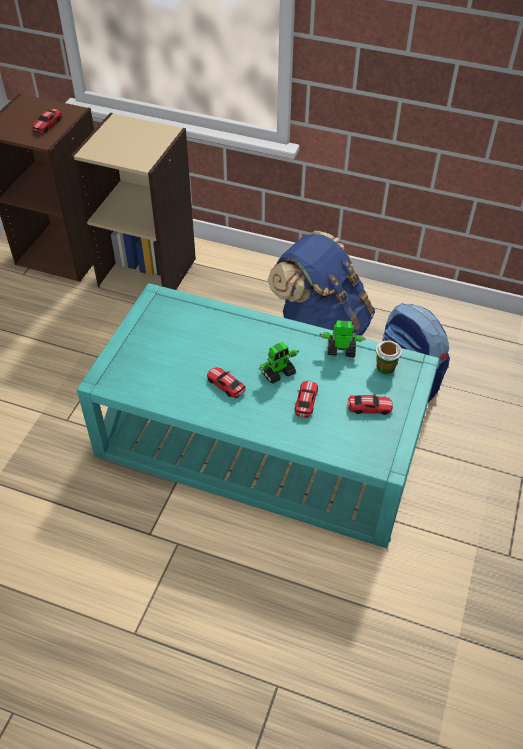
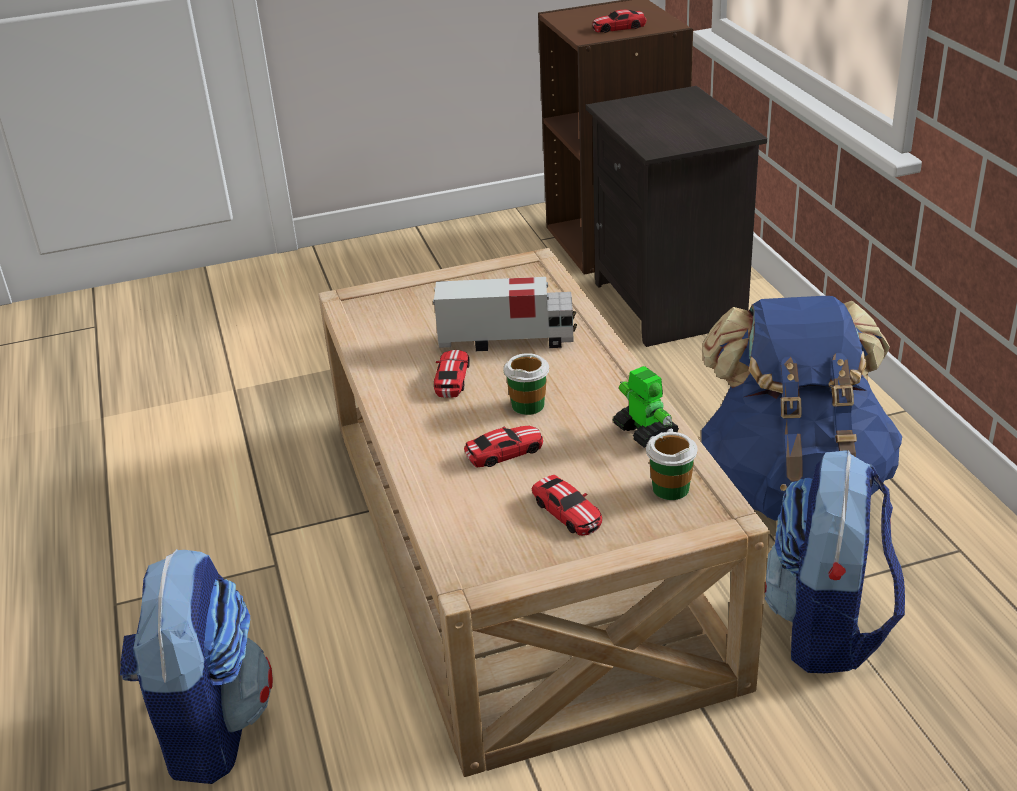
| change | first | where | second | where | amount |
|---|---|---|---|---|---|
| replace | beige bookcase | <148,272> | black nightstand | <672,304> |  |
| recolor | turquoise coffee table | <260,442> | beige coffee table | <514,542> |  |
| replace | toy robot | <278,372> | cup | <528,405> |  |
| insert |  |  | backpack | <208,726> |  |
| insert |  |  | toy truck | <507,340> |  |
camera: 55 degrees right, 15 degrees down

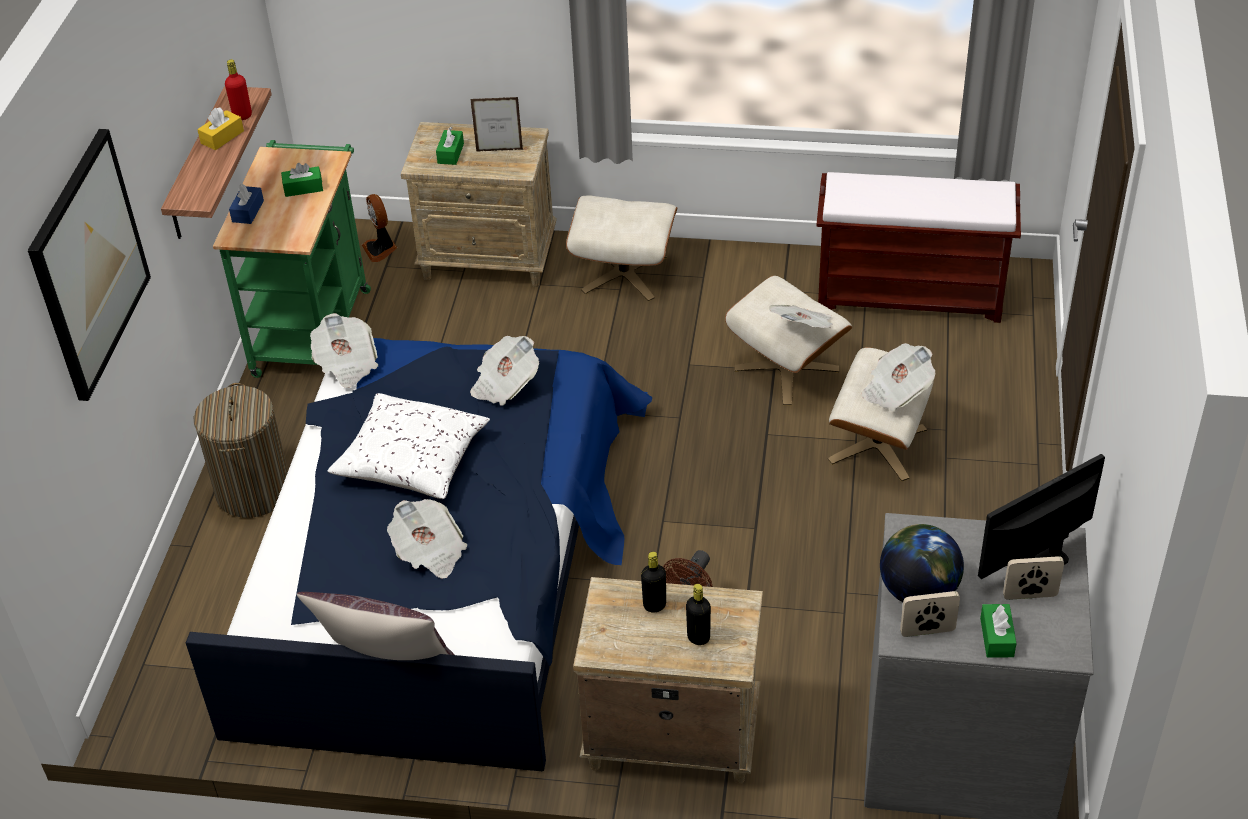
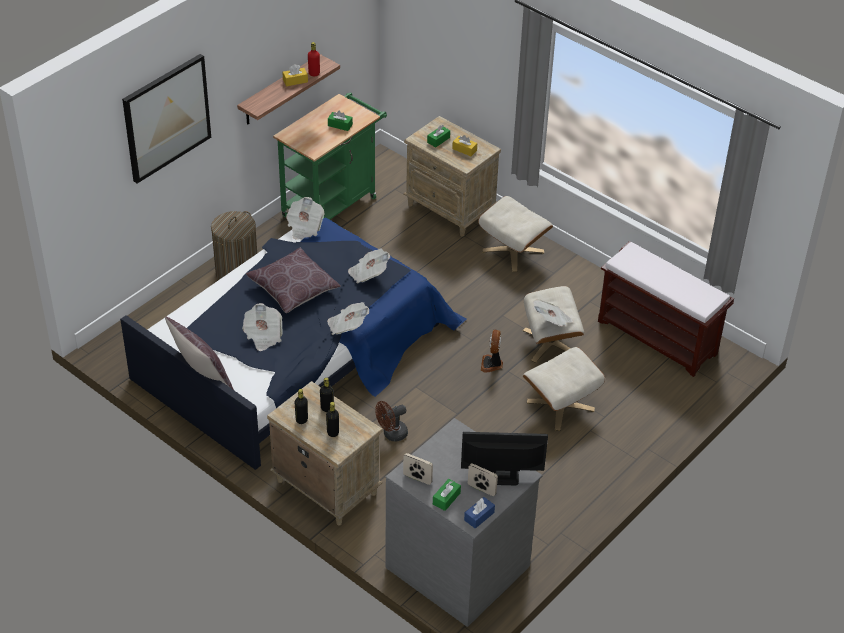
| change | first | where | second | where | amount |
|---|---|---|---|---|---|
| move | blue tissue box | <248,211> |  | <479,516> |  |
| recolor | white pillow | <412,460> | brown pillow | <293,289> |  |
| move | fan | <381,249> |  | <492,364> |  |
| replace | picture frame | <499,150> | yellow tissue box | <464,149> |  |
| move | newspaper | <896,391> |  | <347,326> |  |
| delete | globe | <918,591> |  |  |  |
| insert |  |  | black bottle | <301,420> |  |
camera: 30 degrees right, 0 degrees up

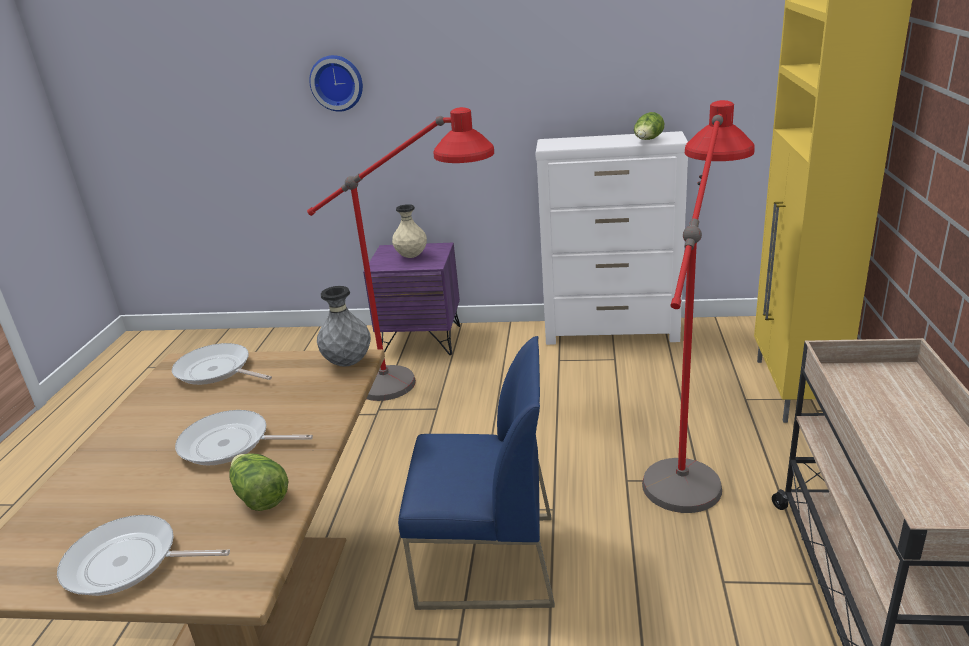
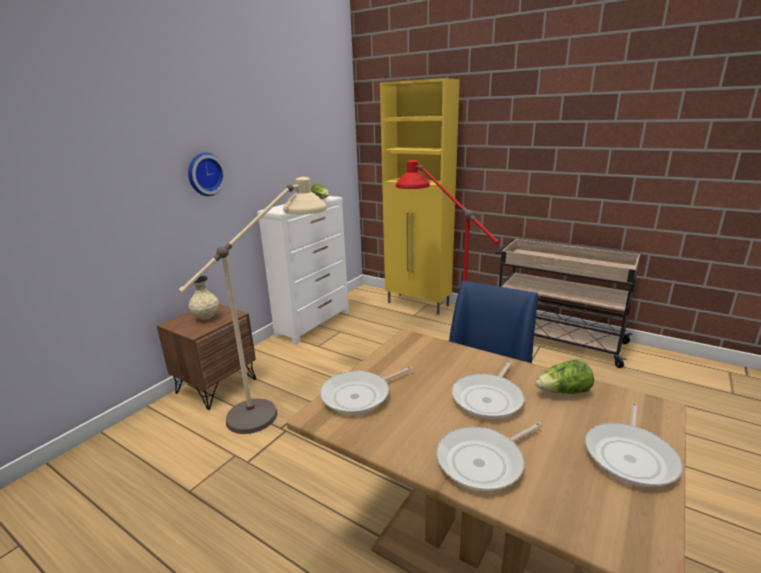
| change | first | where | second | where | amount |
|---|---|---|---|---|---|
| recolor | red floor lamp | <425,388> | beige floor lamp | <281,400> |  |
| move | wall clock | <337,82> |  | <204,174> |  |
| delete | grey vase | <348,363> |  |  |  |
| recolor | purple nightstand | <421,340> | brown nightstand | <216,386> |  |
| insert |  |  | frying pan | <484,461> |  |
camera: 65 degrees left, 5 degrees down

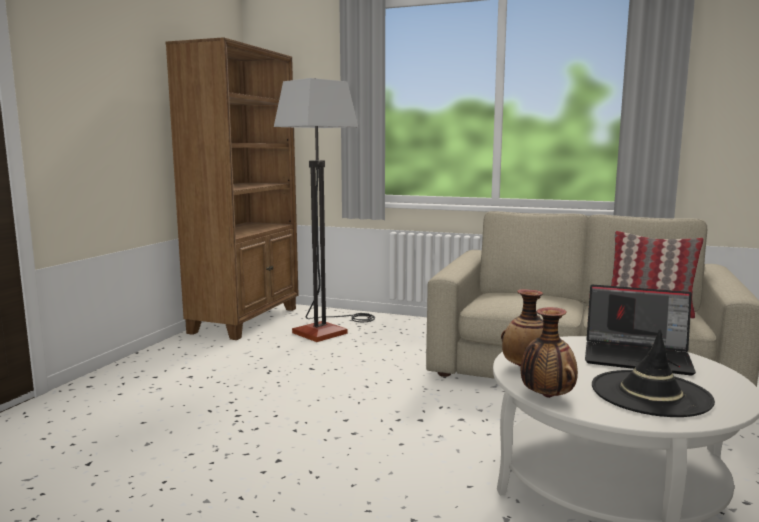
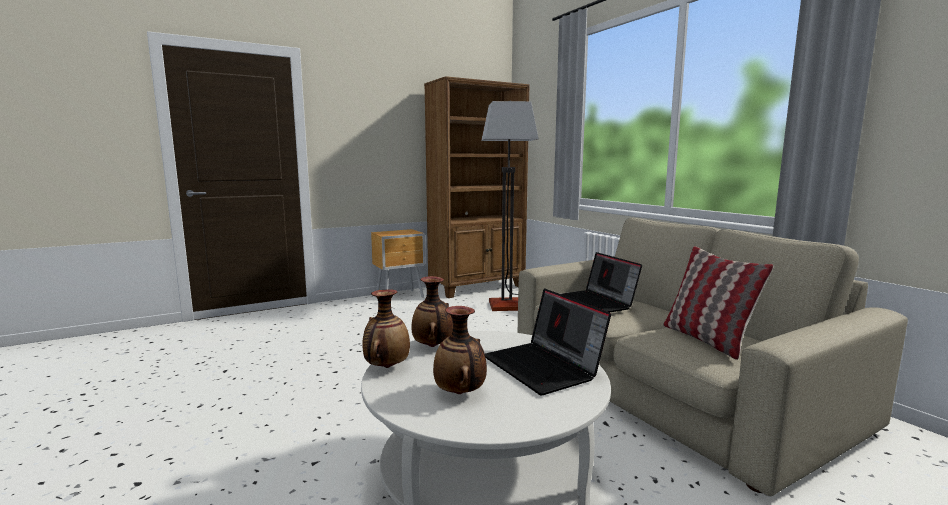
| change | first | where | second | where | amount |
|---|---|---|---|---|---|
| replace | black hat | <650,393> | vase | <460,393> |  |
| insert |  |  | brown nightstand | <401,297> |  |
| insert |  |  | laptop | <596,303> |  |
camera: 40 degrees right, 0 degrees up

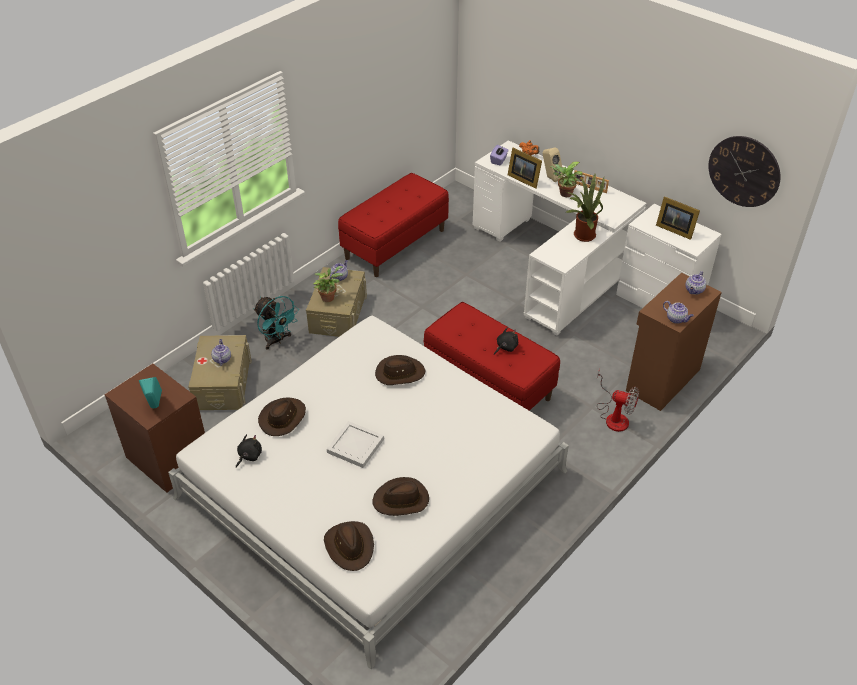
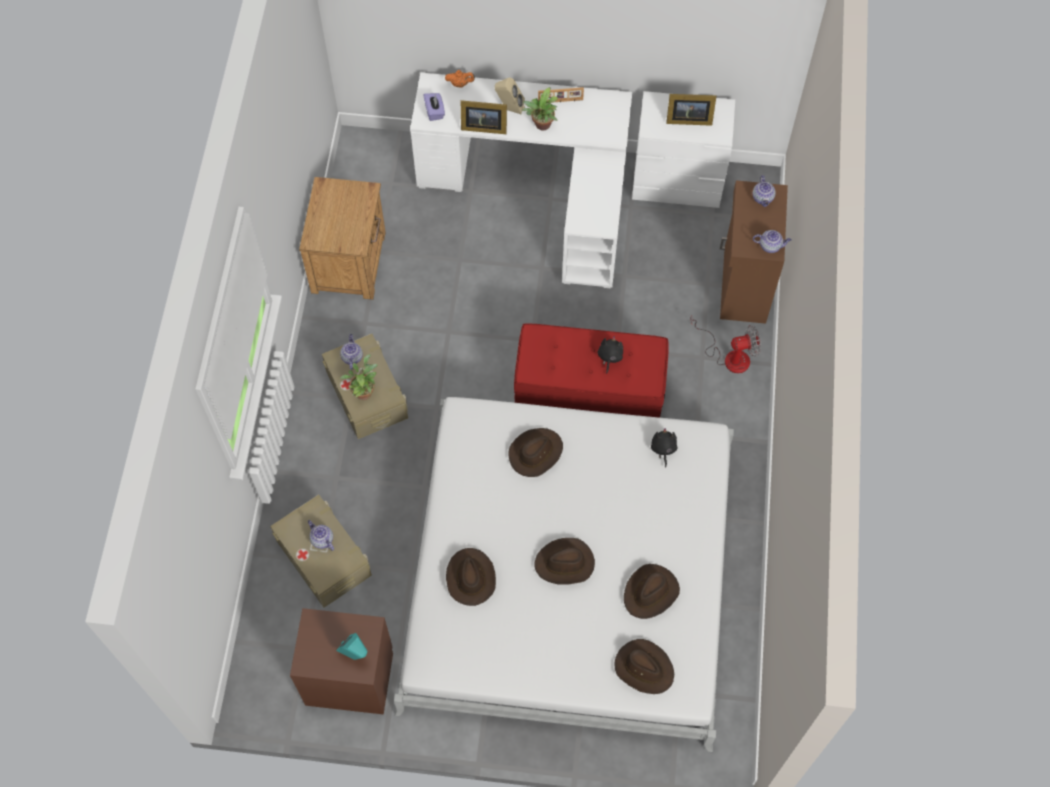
| change | first | where | second | where | amount |
|---|---|---|---|---|---|
| move | black plush toy | <249,456> |  | <663,449> |  |
| delete | turquoise fan | <277,340> |  |  |  |
| replace | white tray | <356,446> | brown hat | <565,563> |  |
| replace | red bench | <395,244> | brown nightstand | <350,261> |  |
| delete | potted plant | <582,235> |  |  |  |
| delete | wall clock | <744,171> |  |  |  |
camera: 35 degrees left, 20 degrees up

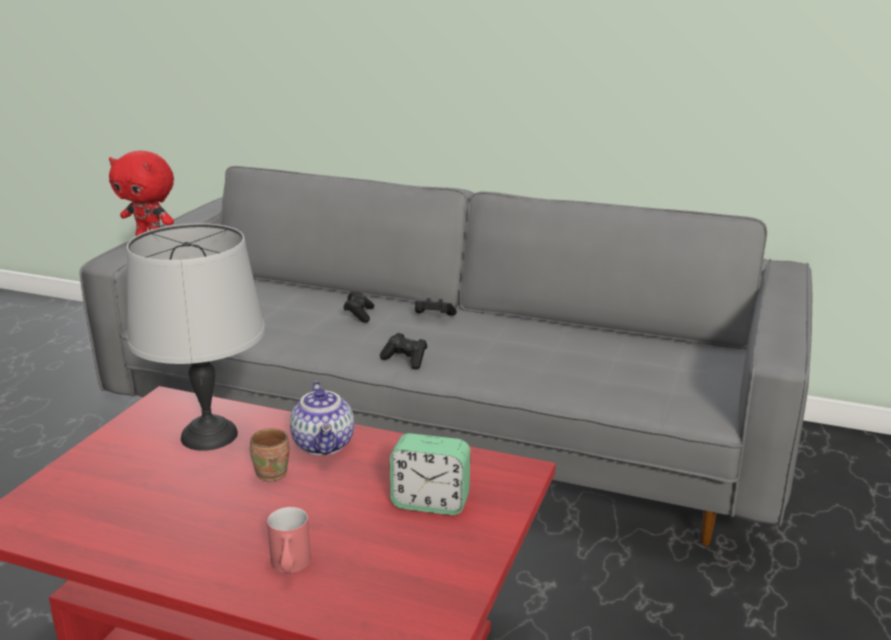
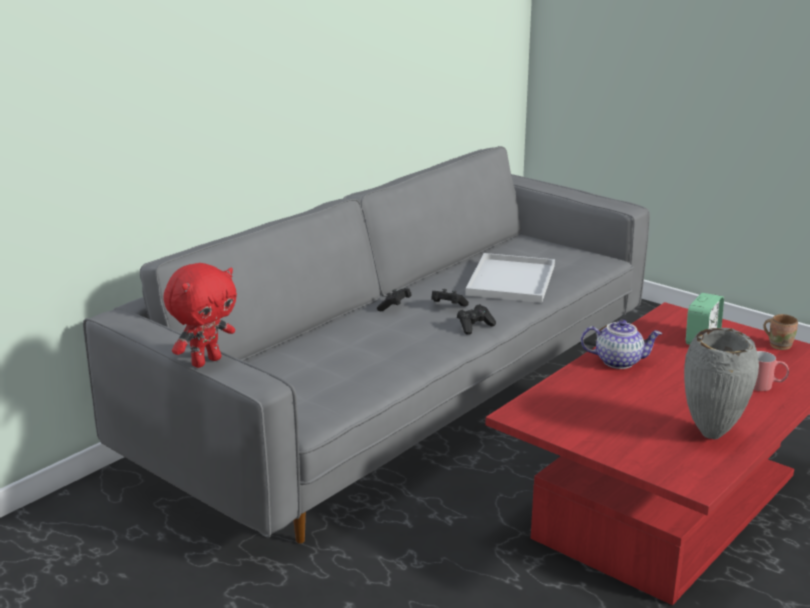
| change | first | where | second | where | amount |
|---|---|---|---|---|---|
| delete | grey table lamp | <208,436> |  |  |  |
| move | brown mug | <274,473> |  | <779,345> |  |
| move | black game controller | <359,314> |  | <447,306> |  |
| insert |  |  | white tray | <512,281> |  |
| insert |  |  | grey vase | <713,435> |  |
camera: 70 degrees left, 0 degrees up

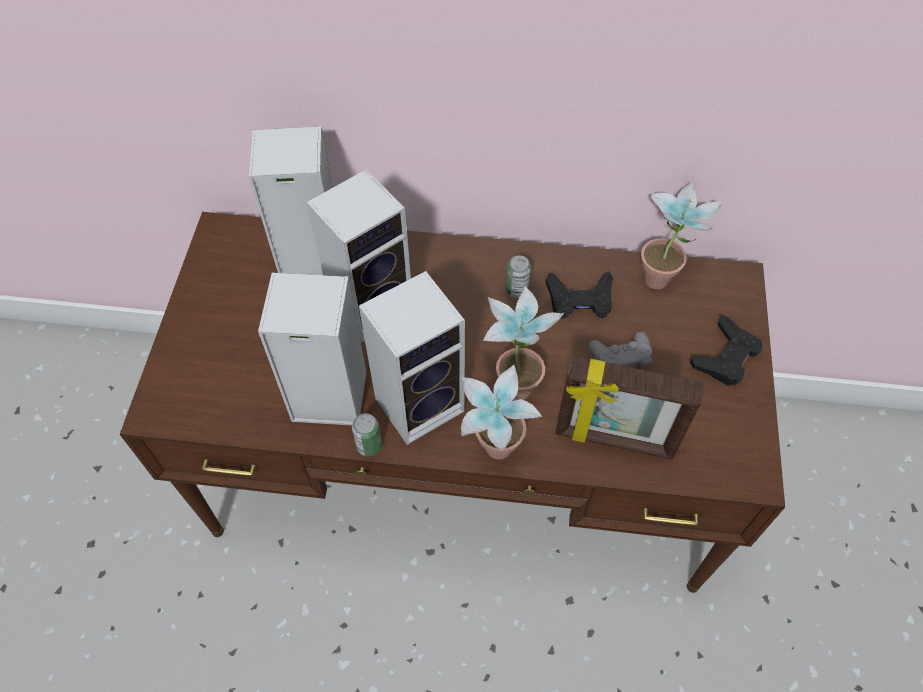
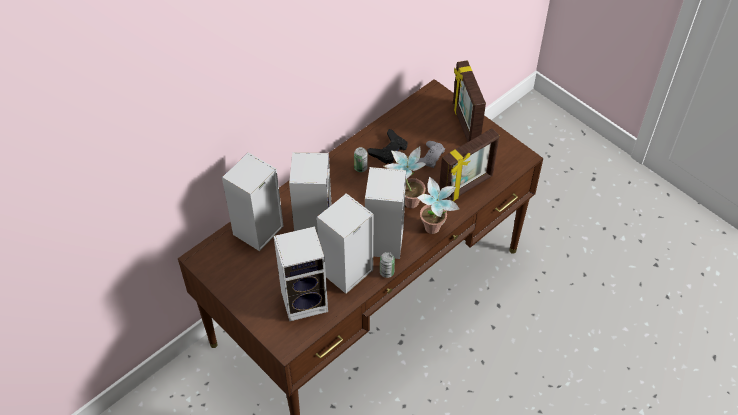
| change | first | where | second | where | amount |
|---|---|---|---|---|---|
| delete | potted plant | <663,275> |  |  |  |
| replace | black game controller | <726,356> | picture frame | <465,124> |  |
| insert |  |  | speaker | <306,300> |  |
camera: 50 degrees left, 5 degrees down

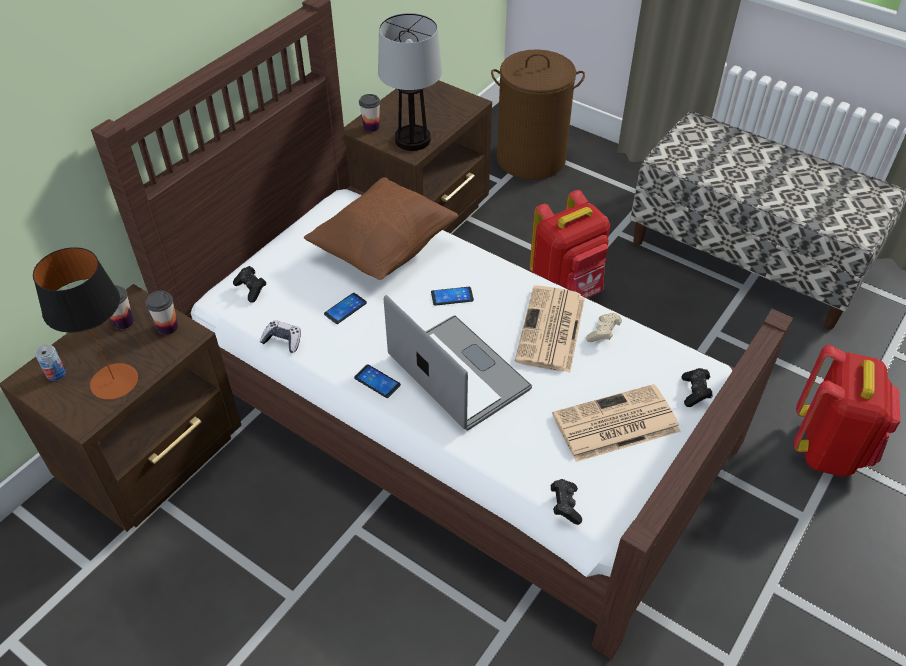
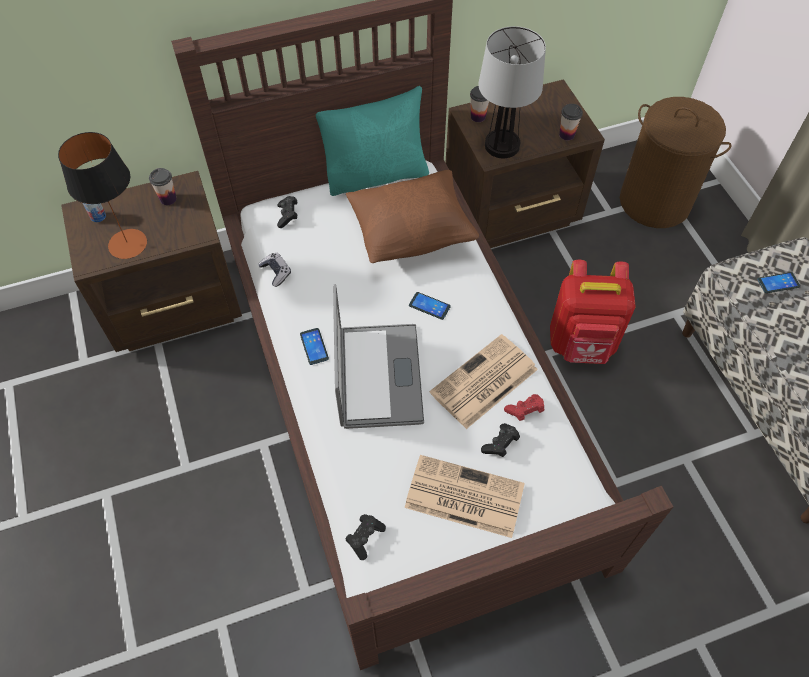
| change | first | where | second | where | amount |
|---|---|---|---|---|---|
| move | cup | <168,327> |  | <566,134> |  |
| move | phone | <345,308> |  | <778,283> |  |
| recolor | beige game controller | <603,333> | red game controller | <524,411> |  |
| move | black game controller | <695,392> |  | <500,444> |  |
| delete | red backpack | <829,449> |  |  |  |
| insert |  |  | turquoise pillow | <376,175> |  |
camera: 35 degrees right, 10 degrees up

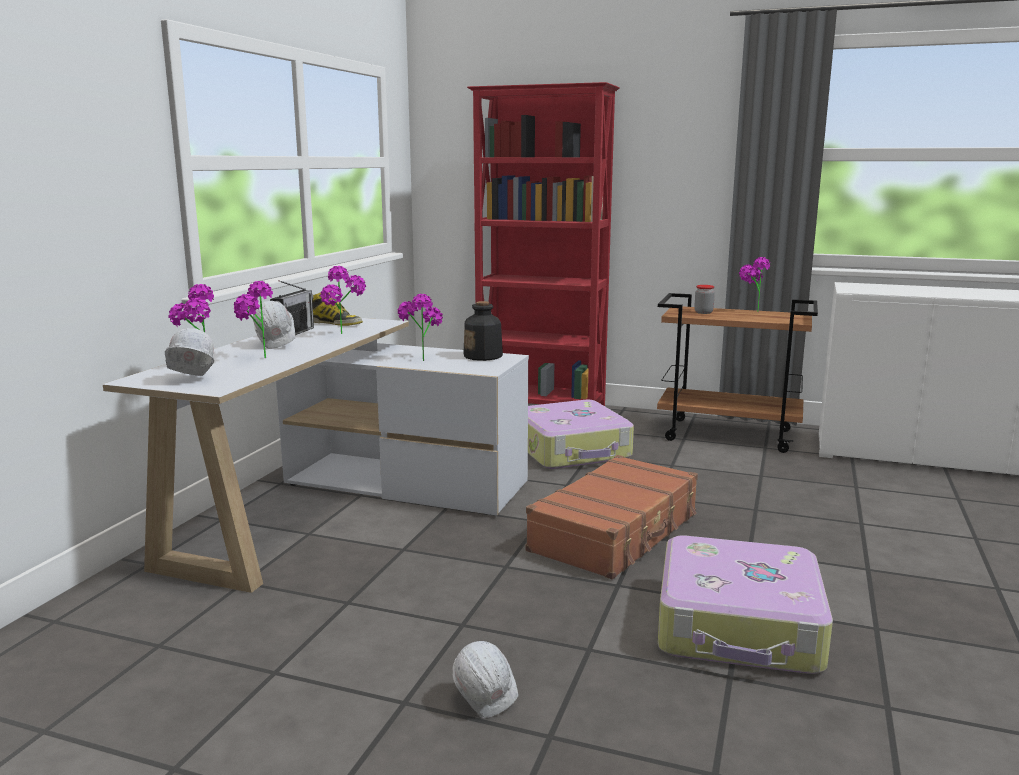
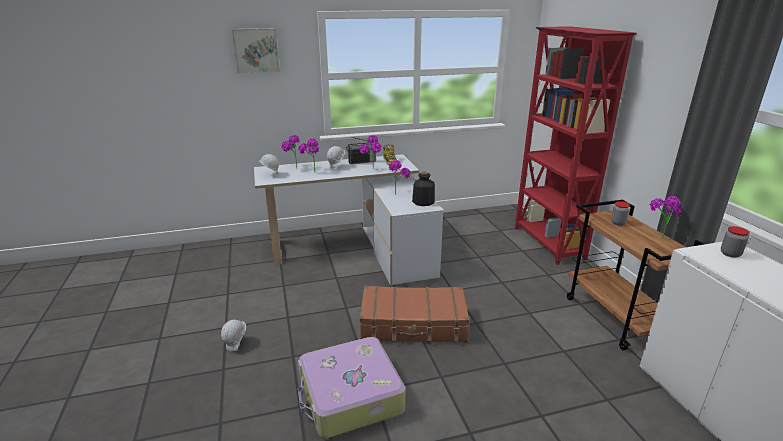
| change | first | where | second | where | amount |
|---|---|---|---|---|---|
| delete | suitcase | <572,450> |  |  |  |
| insert |  |  | picture | <256,50> |  |
| insert |  |  | jar | <730,254> |  |
camera: 55 degrees right, 10 degrees up

